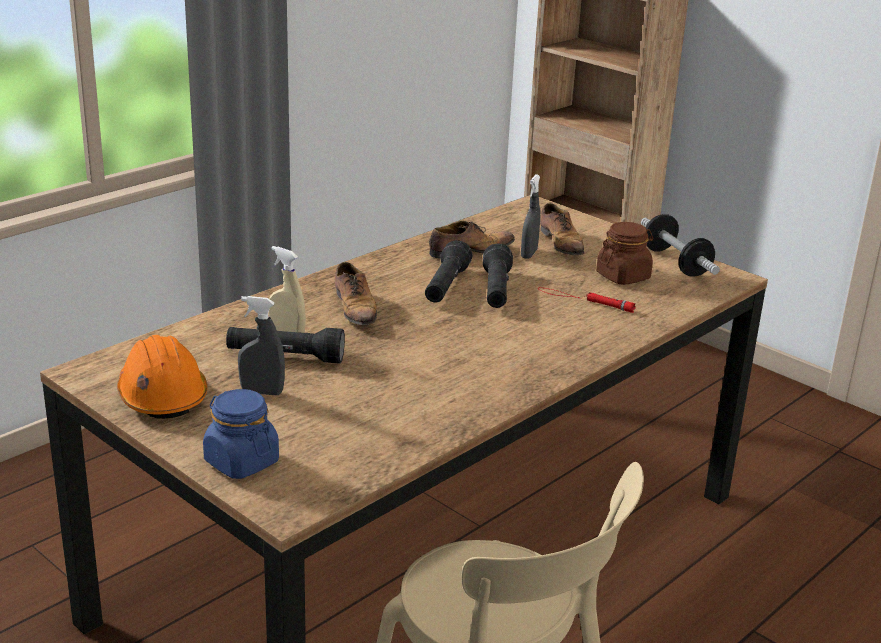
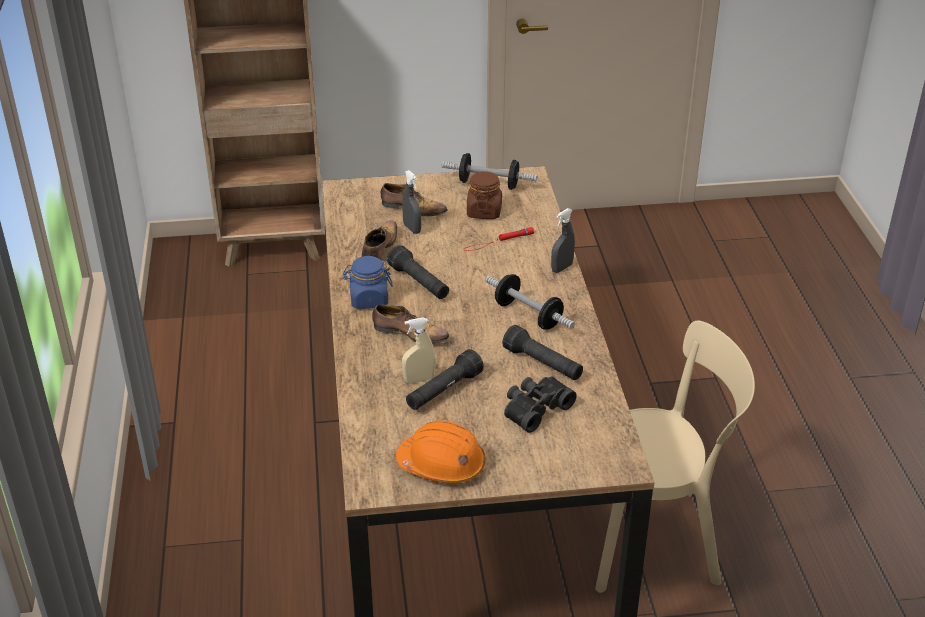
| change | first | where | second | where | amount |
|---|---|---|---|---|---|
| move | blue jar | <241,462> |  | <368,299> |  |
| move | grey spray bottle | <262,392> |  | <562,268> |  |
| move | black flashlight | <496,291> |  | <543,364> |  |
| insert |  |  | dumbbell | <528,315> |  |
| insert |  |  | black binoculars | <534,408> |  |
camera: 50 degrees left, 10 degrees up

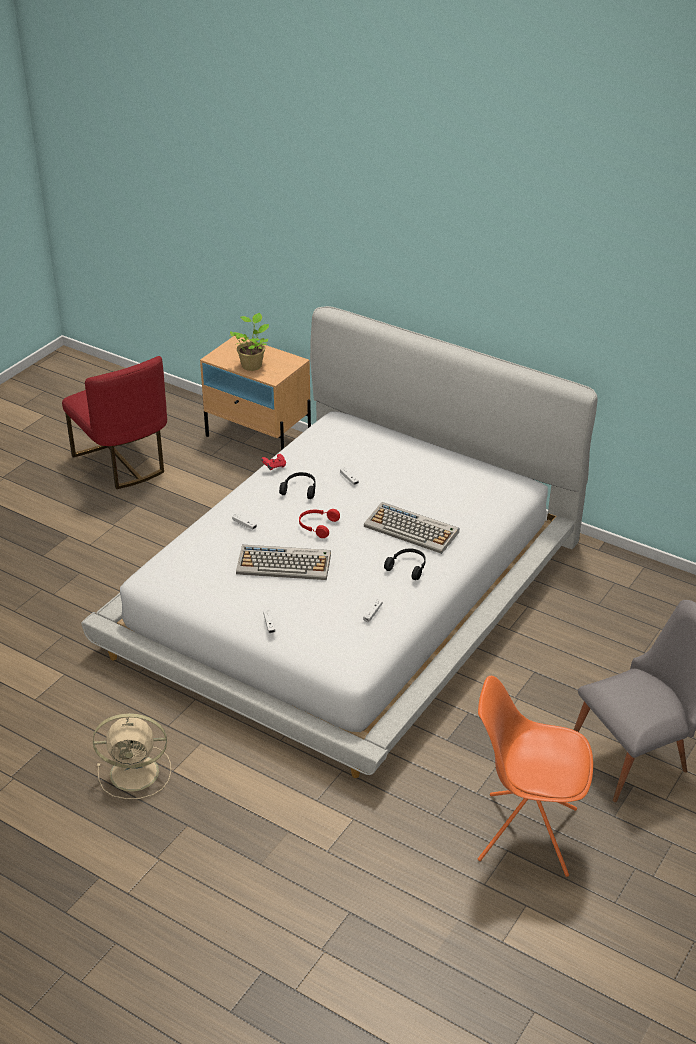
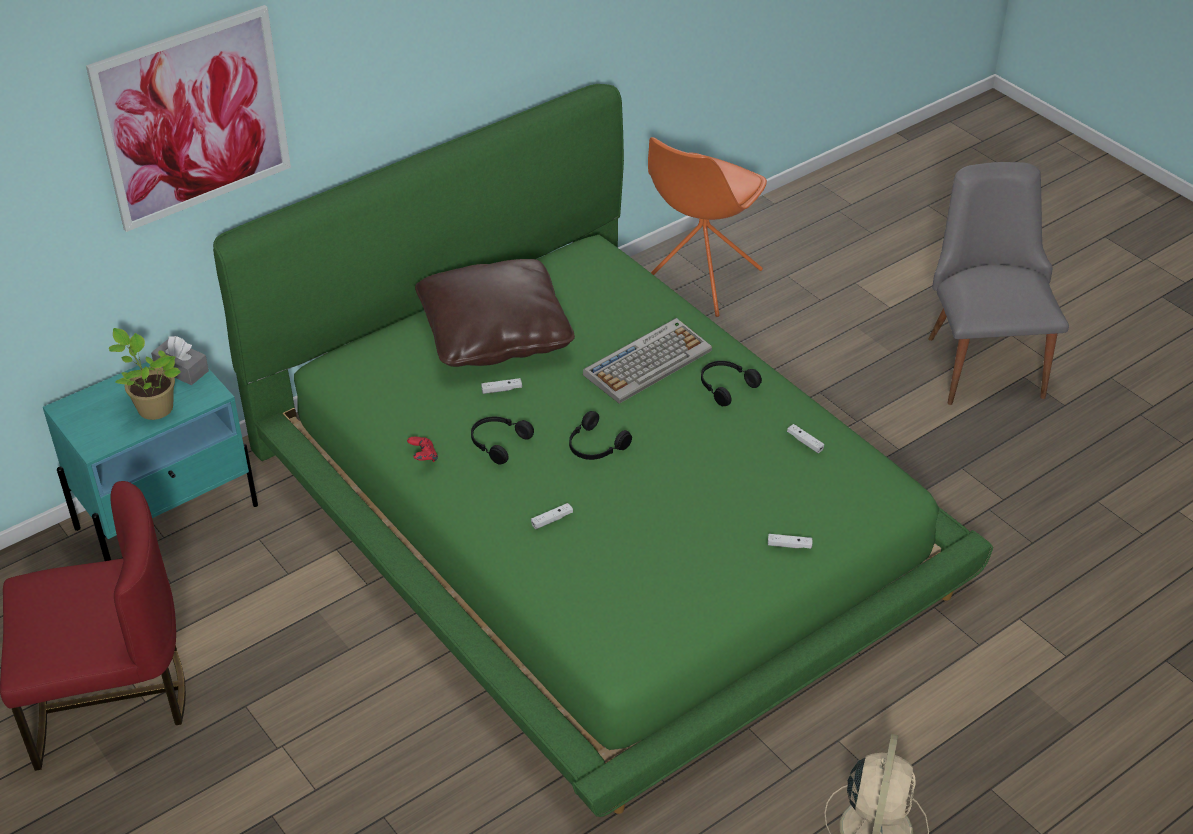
| change | first | where | second | where | amount |
|---|---|---|---|---|---|
| recolor | white bed | <348,593> | green bed | <596,513> |  |
| recolor | beige nightstand | <258,439> | turquoise nightstand | <168,516> |  |
| delete | keyboard | <285,564> |  |  |  |
| recolor | red headphones | <317,526> | black headphones | <595,446> |  |
| move | orange chair | <525,833> |  | <699,279> |  |
| insert |  |  | picture | <193,118> |  |
| insert |  |  | grey tissue box | <181,370> |  |
| insert |  |  | brown pillow | <495,334> |  |
camera: 70 degrees left, 5 degrees up

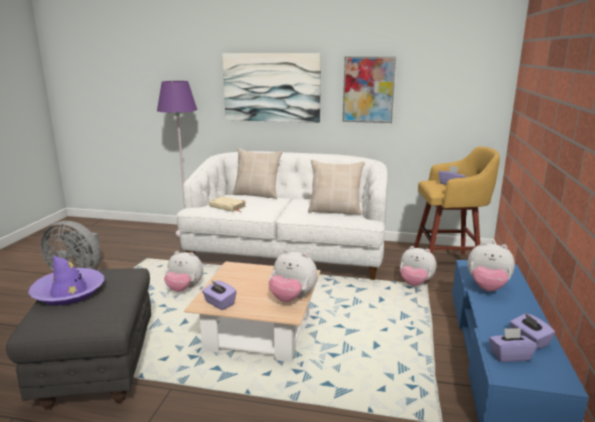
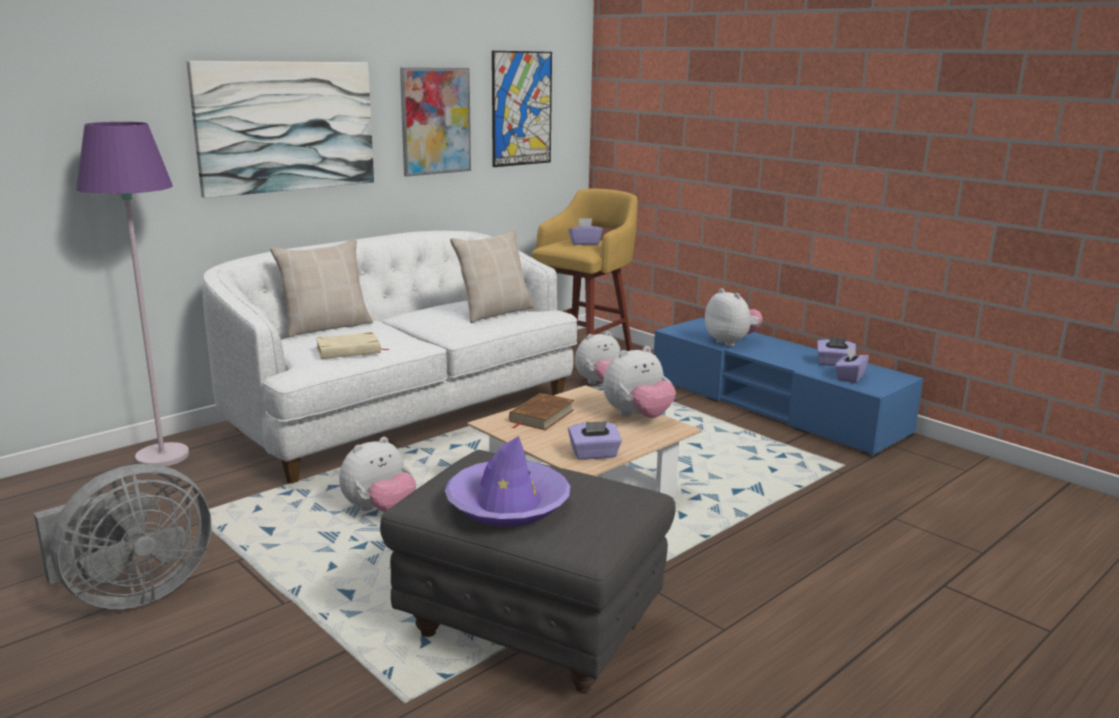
| change | first | where | second | where | amount |
|---|---|---|---|---|---|
| rotate | plush toy | <487,288> |  | <731,342> | 90 degrees counterclockwise |
| insert |  |  | picture | <521,109> |  |
| insert |  |  | brown book | <541,416> |  |
camera: 55 degrees left, 0 degrees up

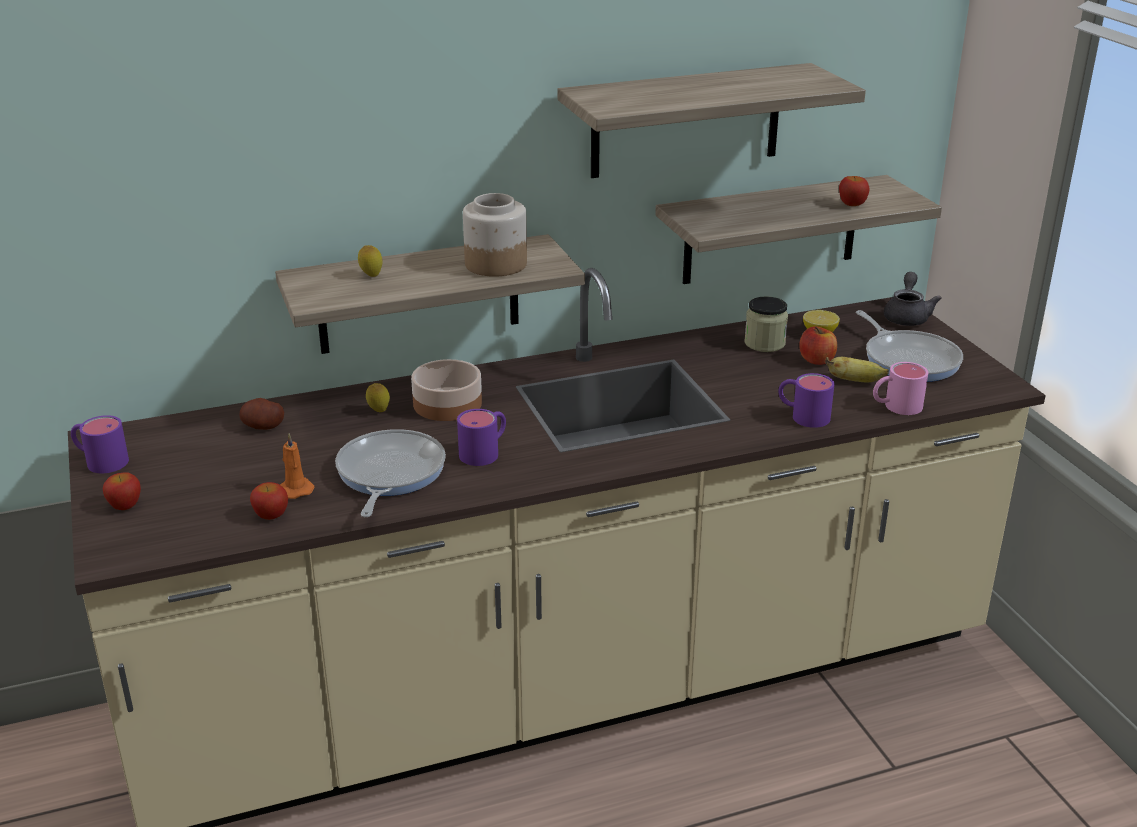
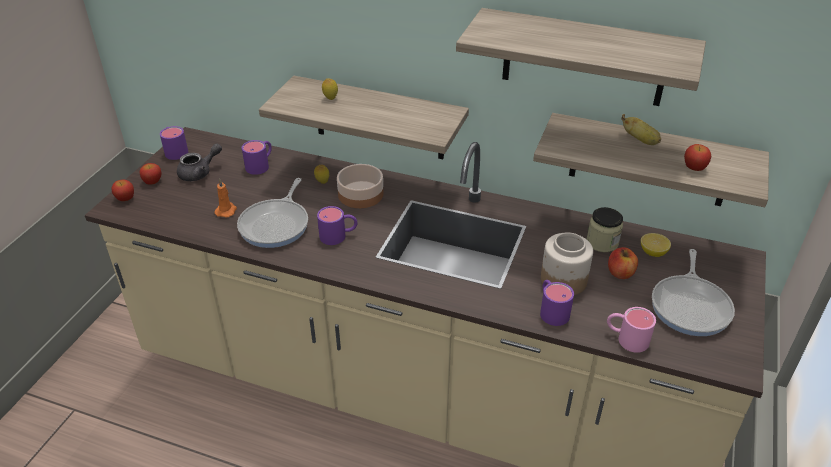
| change | first | where | second | where | amount |
|---|---|---|---|---|---|
| replace | potato | <263,426> | purple mug | <261,165> |  |
| move | apple | <271,515> |  | <125,198> |  |
| rotate | frying pan | <388,474> |  | <276,225> | 150 degrees clockwise |
| move | jar | <495,264> |  | <562,280> |  |
| move | banana | <855,381> |  | <640,140> |  |
| move | grey teapot | <907,316> |  | <200,173> |  |
camera: 40 degrees right, 10 degrees up

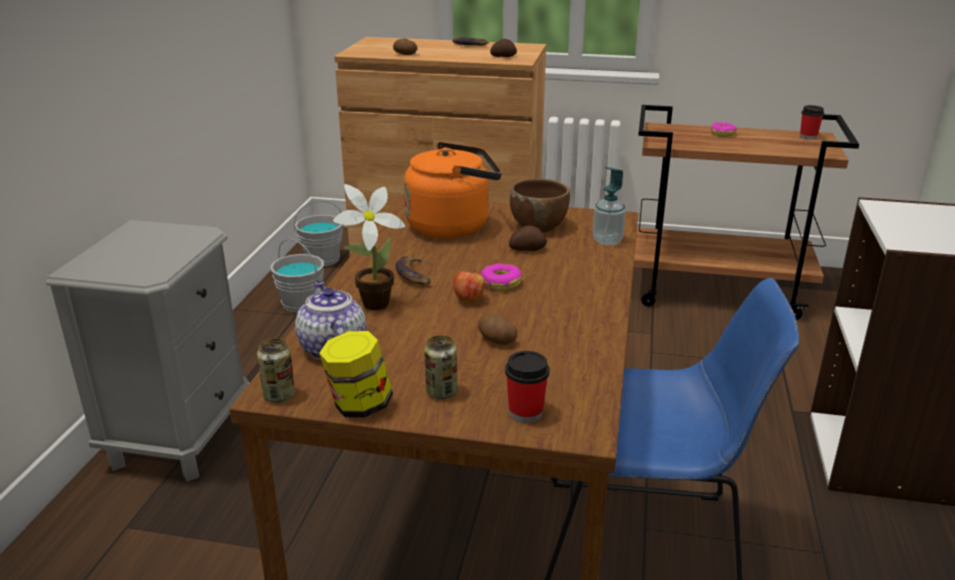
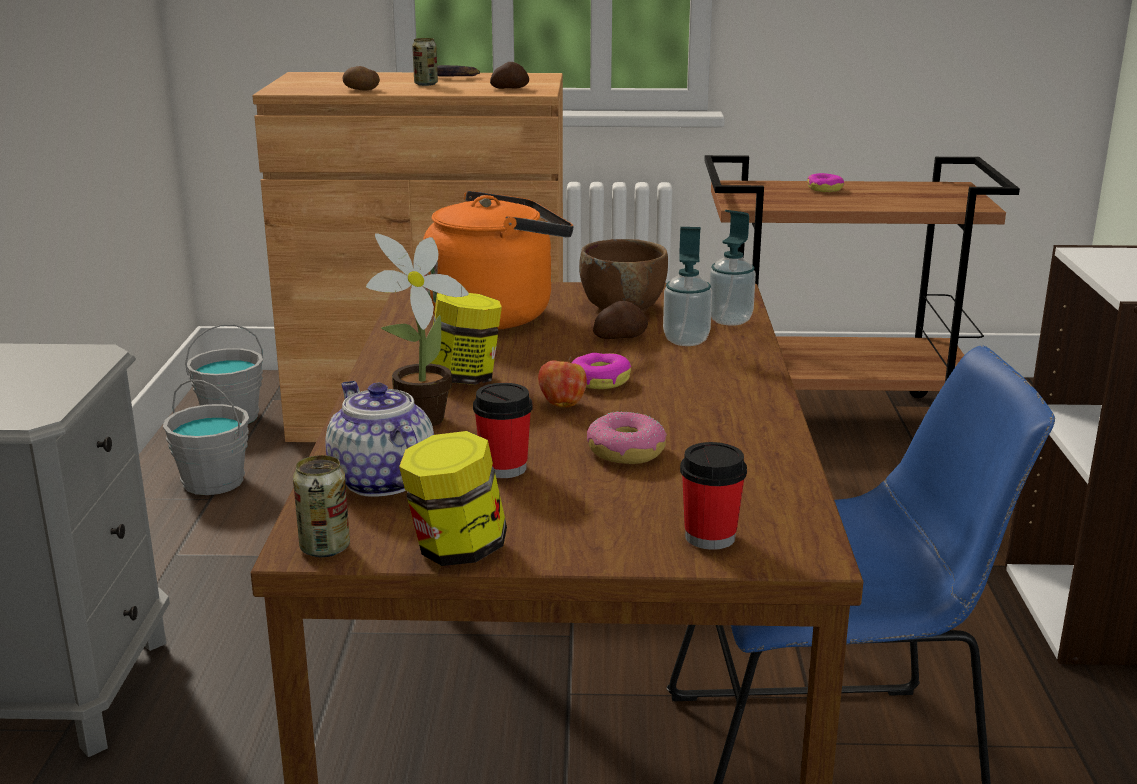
| change | first | where | second | where | amount |
|---|---|---|---|---|---|
| replace | banana | <414,274> | jar | <465,379> |  |
| move | can | <441,392> |  | <426,84> |  |
| replace | potato | <496,340> | donut | <625,451> |  |
| move | cup | <808,136> |  | <504,468> |  |
| insert |  |  | soap dispenser | <686,340> |  |
camera: 10 degrees left, 5 degrees down

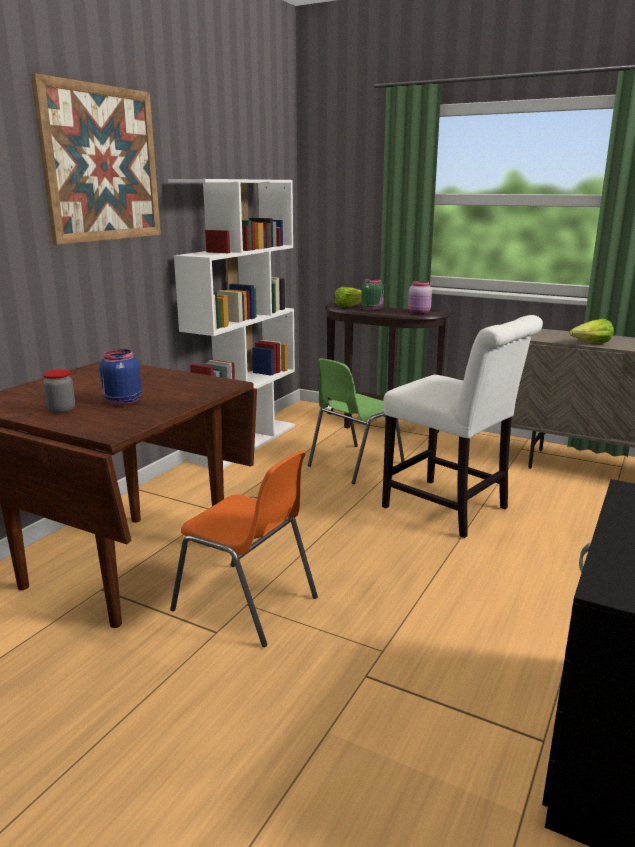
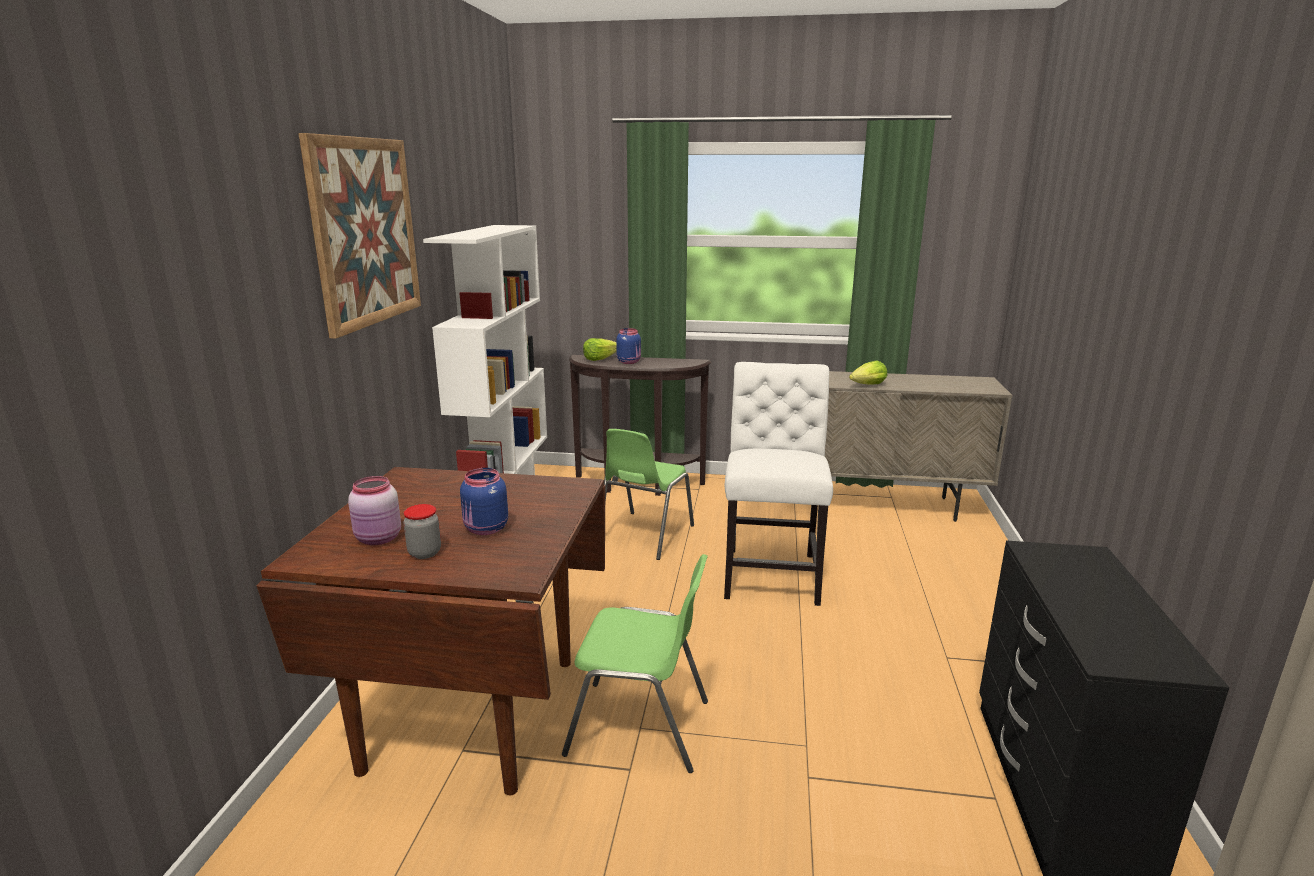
| change | first | where | second | where | amount |
|---|---|---|---|---|---|
| recolor | orange chair | <247,604> | green chair | <641,727> |  |
| recolor | green jar | <372,309> | blue jar | <629,362> |  |
| rotate | white chair | <450,510> |  | <771,573> | 105 degrees counterclockwise |
| move | pink jar | <419,313> |  | <379,539> |  |
camera: 20 degrees left, 0 degrees up

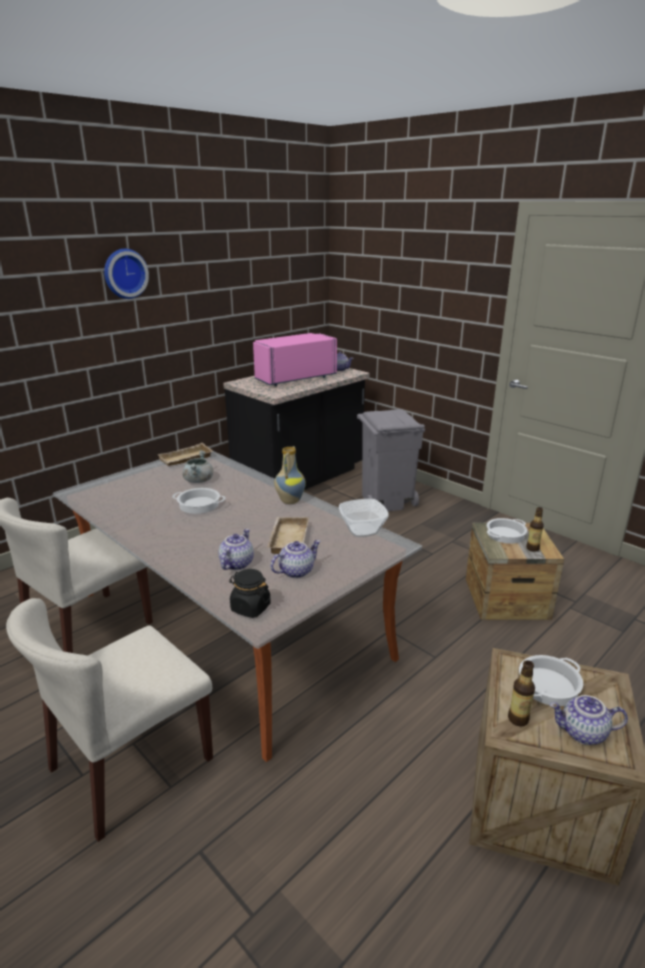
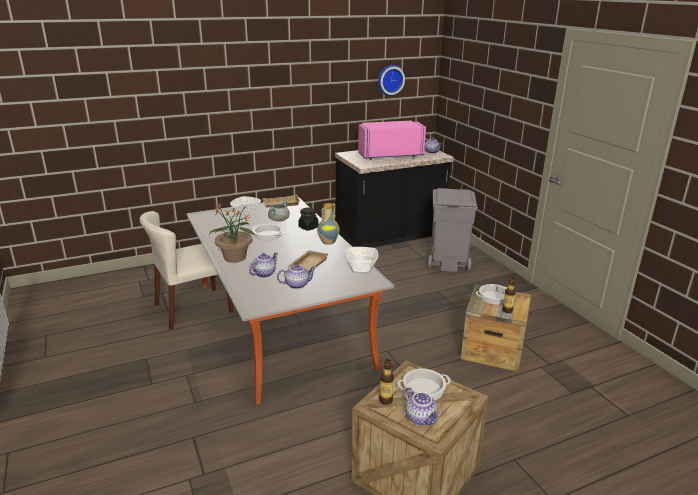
| change | first | where | second | where | amount |
|---|---|---|---|---|---|
| delete | beige chair | <131,765> |  |  |  |
| move | wall clock | <124,273> |  | <390,80> |  |
| move | black jar | <250,608> |  | <308,227> |  |
| rotate | teapot | <583,733> |  | <421,418> | 150 degrees counterclockwise |
| insert |  |  | potted plant | <235,258> |  |
| insert |  |  | bowl | <246,214> |  |
camera: 20 degrees right, 0 degrees up

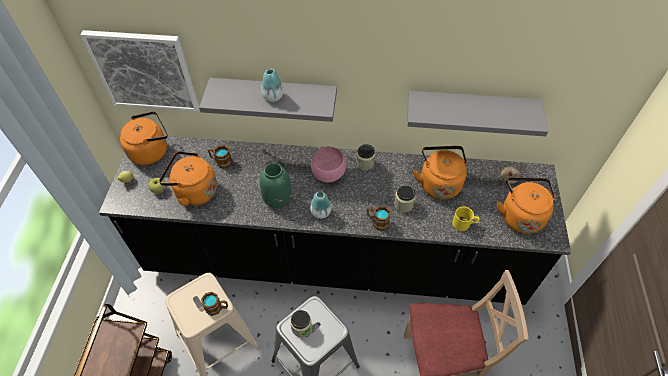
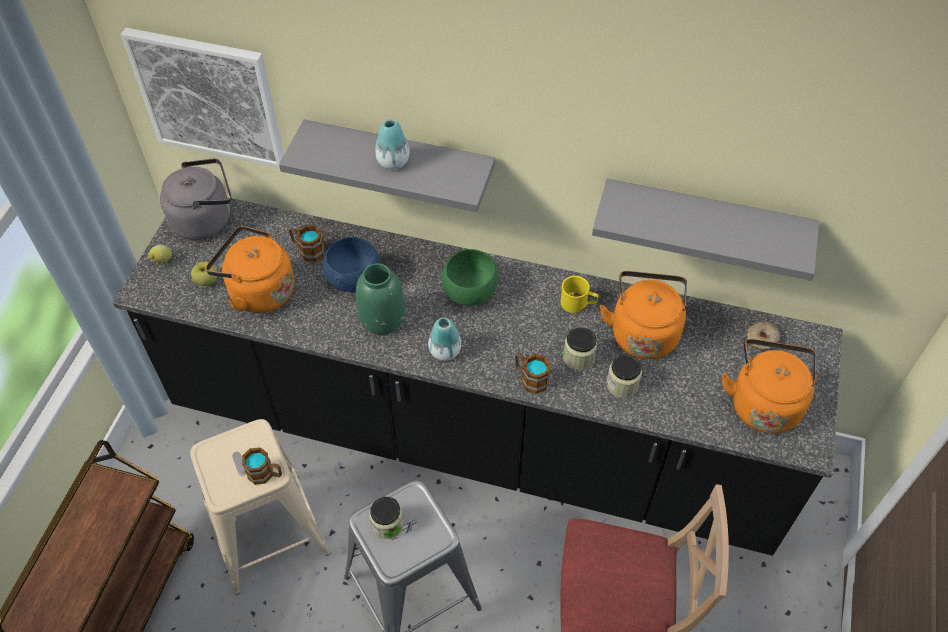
| change | first | where | second | where | amount |
|---|---|---|---|---|---|
| recolor | orange kettle | <151,151> | grey kettle | <206,219> |  |
| recolor | pink bowl | <328,174> | green bowl | <470,293> |  |
| move | jar | <365,163> |  | <622,384> |  |
| move | yellow mug | <464,224> |  | <578,304> |  |
| insert |  |  | blue bowl | <354,279> |  |
camera: 10 degrees right, 0 degrees up

